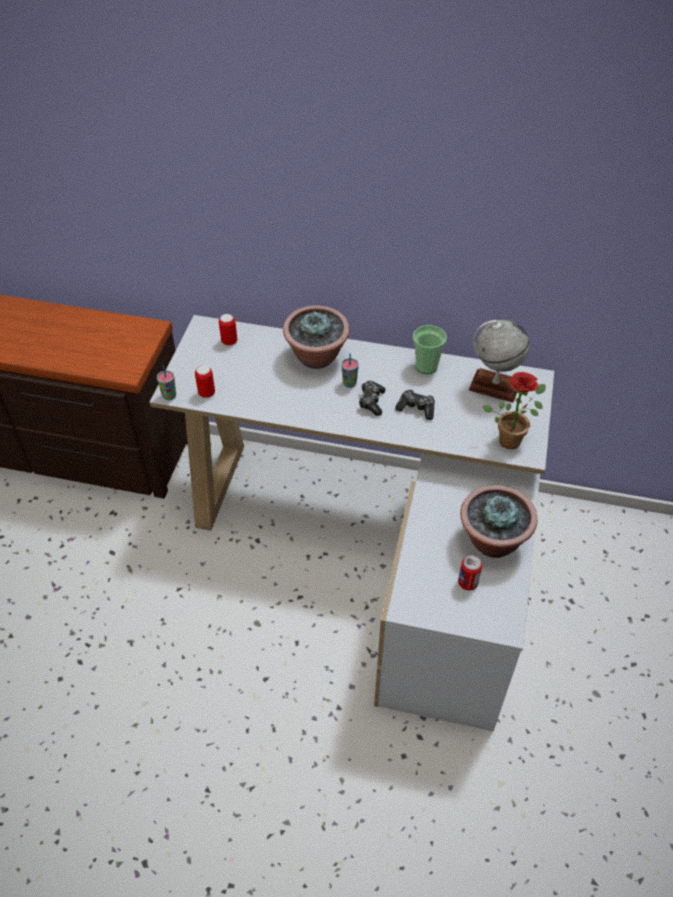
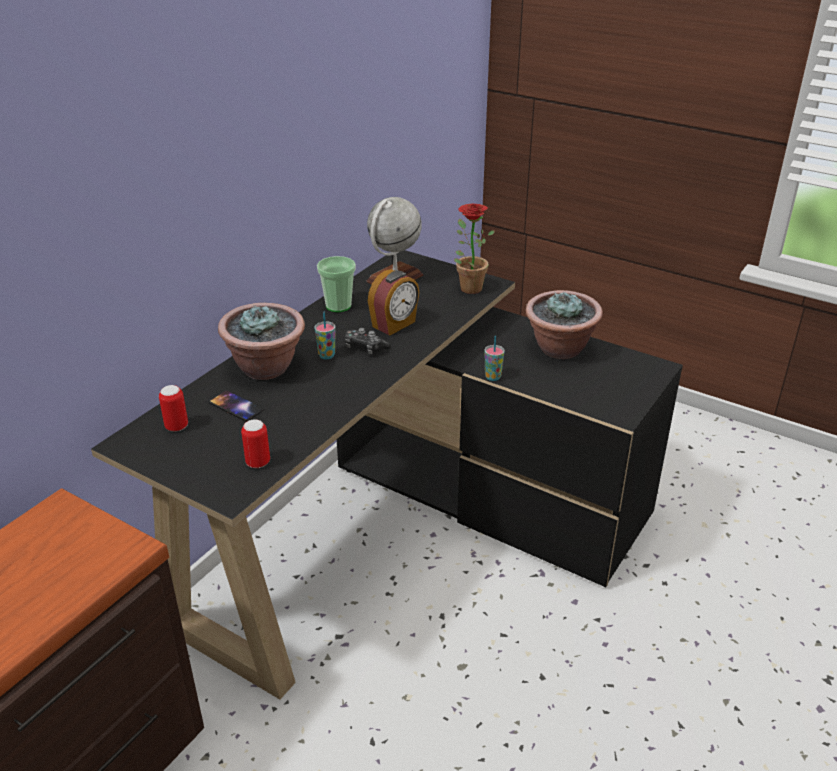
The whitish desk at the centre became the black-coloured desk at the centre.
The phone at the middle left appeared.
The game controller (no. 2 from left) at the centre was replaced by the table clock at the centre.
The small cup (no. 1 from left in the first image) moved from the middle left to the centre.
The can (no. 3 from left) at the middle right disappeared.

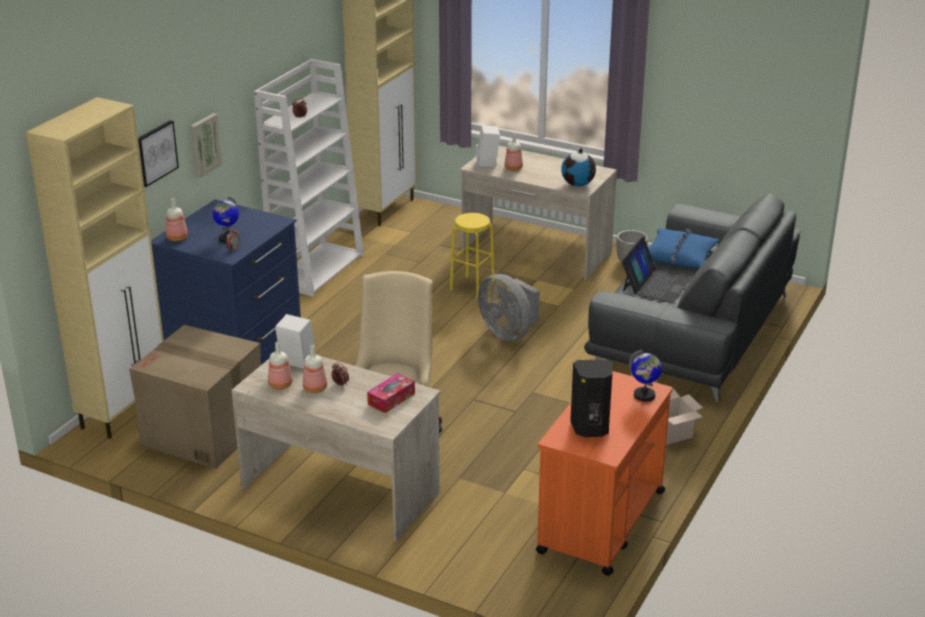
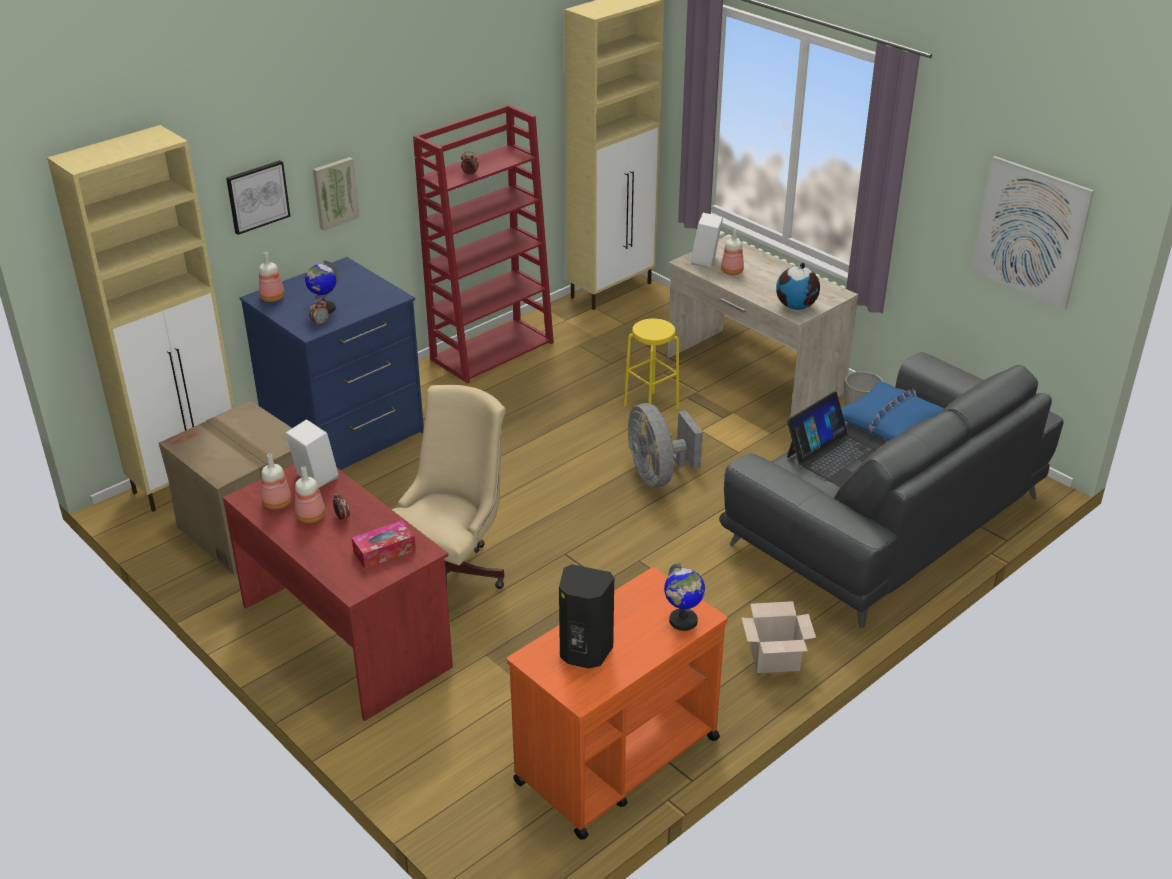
The sand-coloured desk (no. 1 from left) at the bottom centre became the red desk at the bottom left.
The whitish bookcase at the top centre became the red bookcase at the top centre.
The wall picture (no. 3 from left) at the top right appeared.

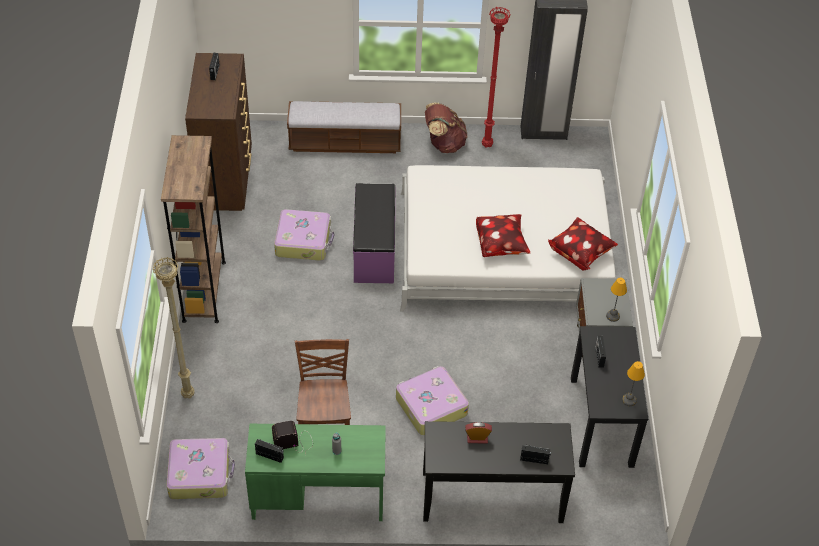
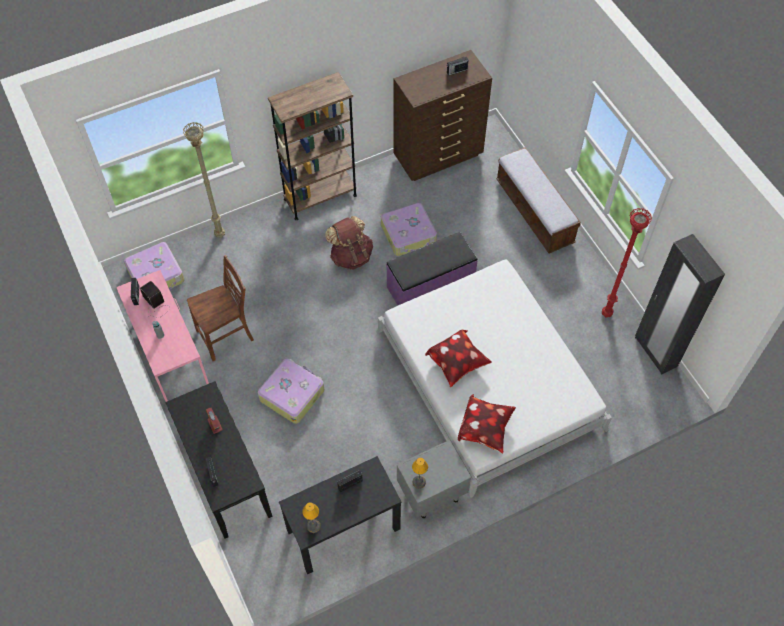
The greenish desk at the bottom centre became the pinkish desk at the middle left.
The brown rucksack moved from the top centre to the centre.

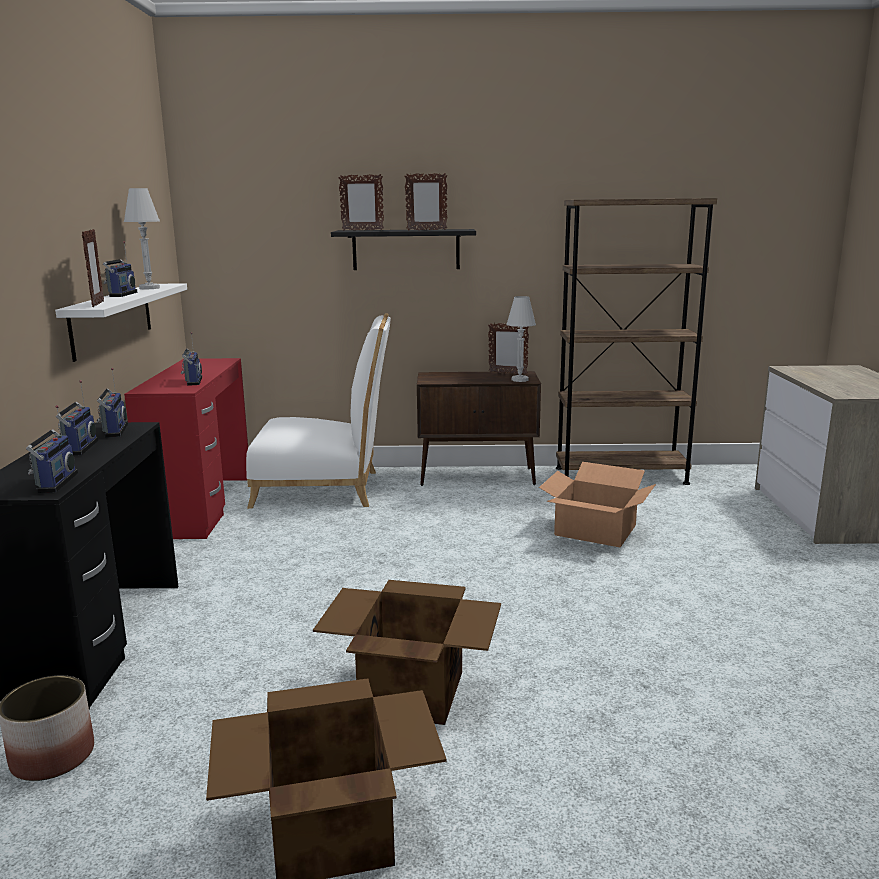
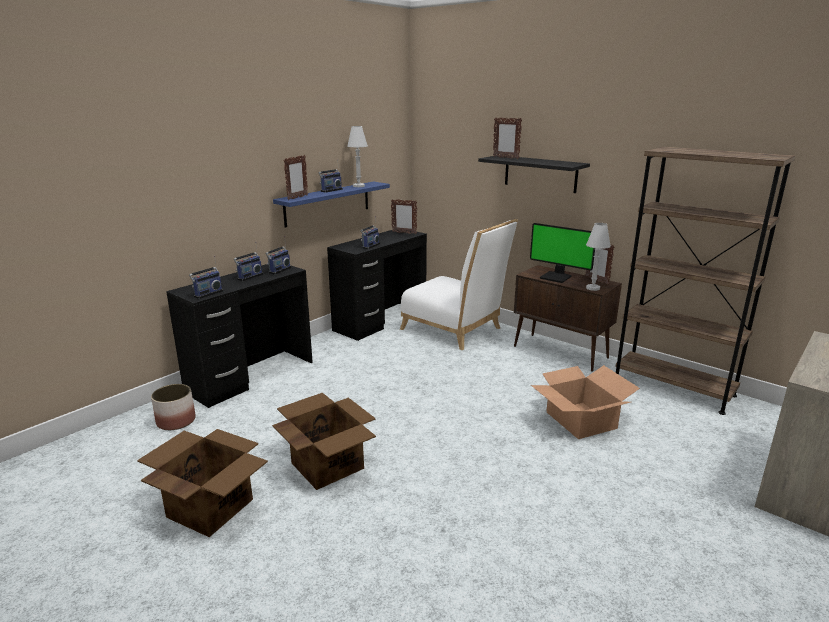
The whitish bracket shelf at the middle left became the bluish bracket shelf at the top centre.
The red desk at the middle left became the black-coloured desk (no. 2 from left) at the centre.
The standing frame (no. 3 from left in the first image) moved from the top centre to the centre.
The computer screen at the middle right appeared.

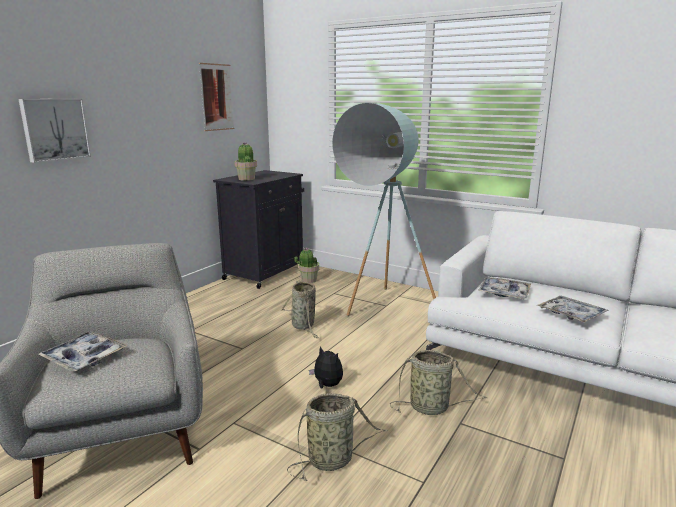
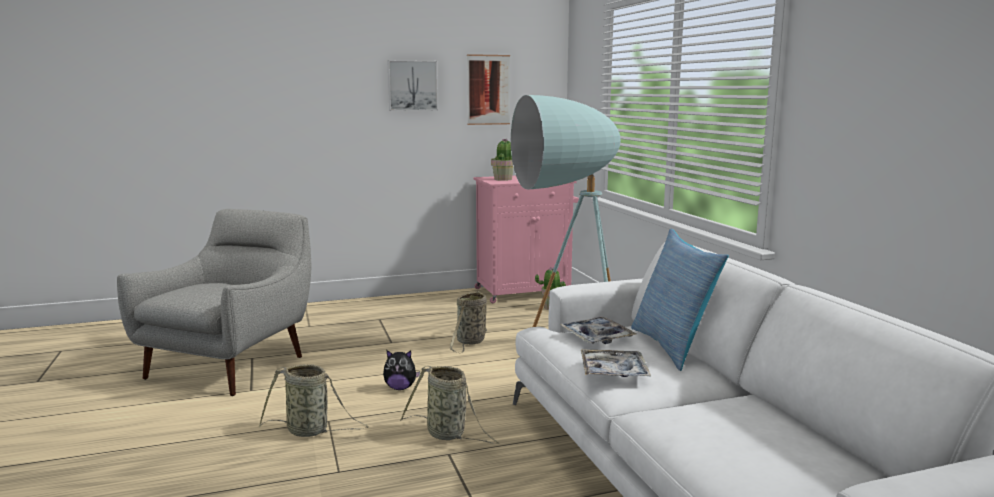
The soft toy at the bottom centre turned 105 degrees clockwise.
The wall picture (no. 1 from left) moved from the top left to the top centre.
The black-coloured cupboard at the centre became the pinkish cupboard at the centre.
The pillow at the middle right appeared.
The serving tray (no. 1 from left) at the bottom left disappeared.

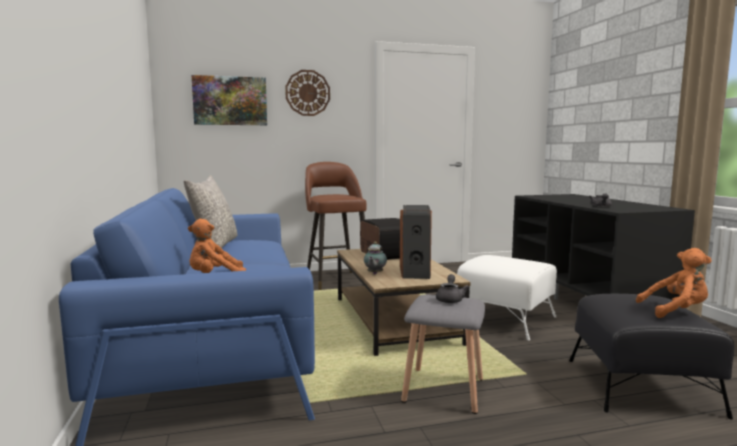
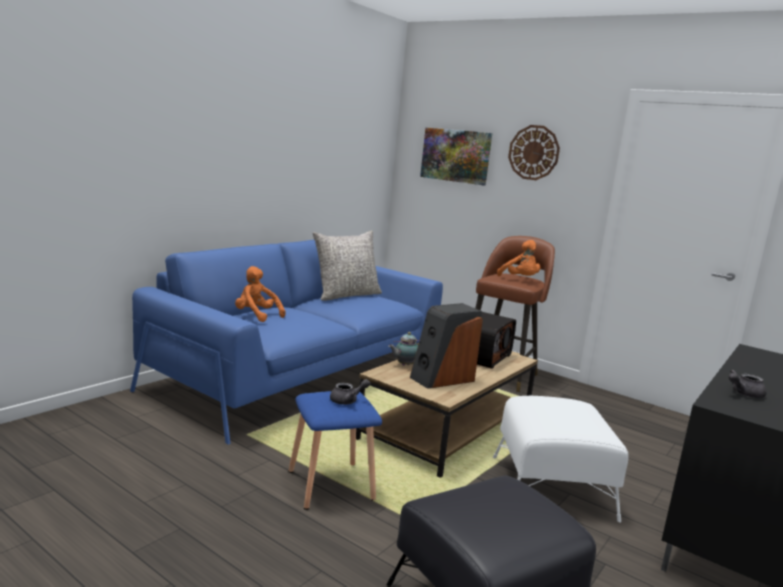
The gray stool at the bottom centre became the bluish stool at the bottom centre.
The orange-coloured soft toy (no. 2 from left) moved from the middle right to the centre.

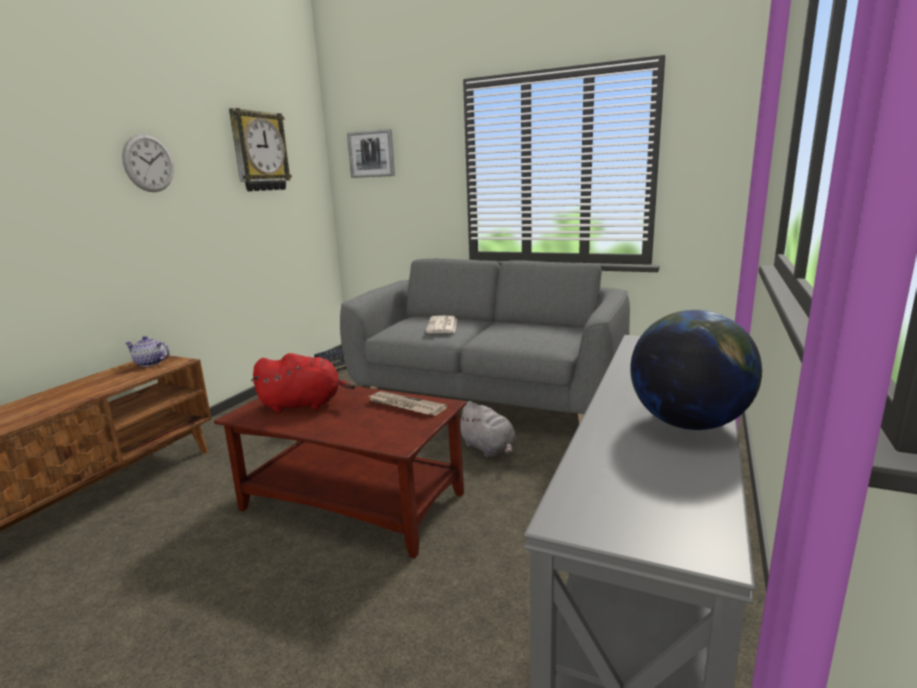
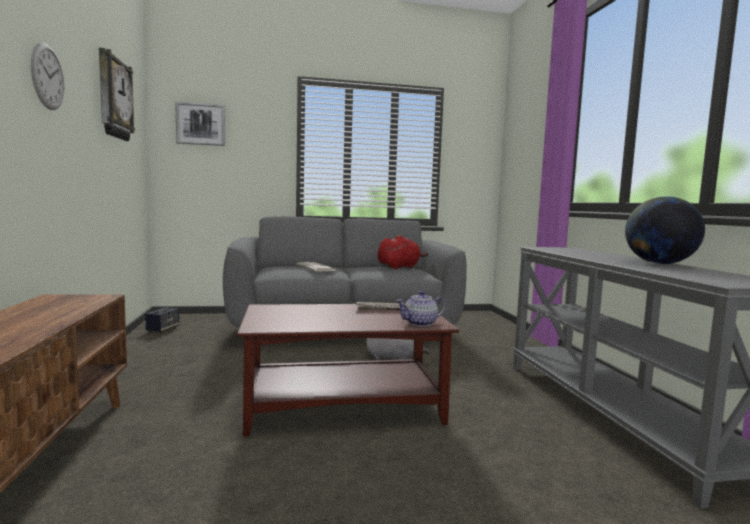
The red soft toy moved from the middle left to the centre.
The pot for tea moved from the middle left to the centre.

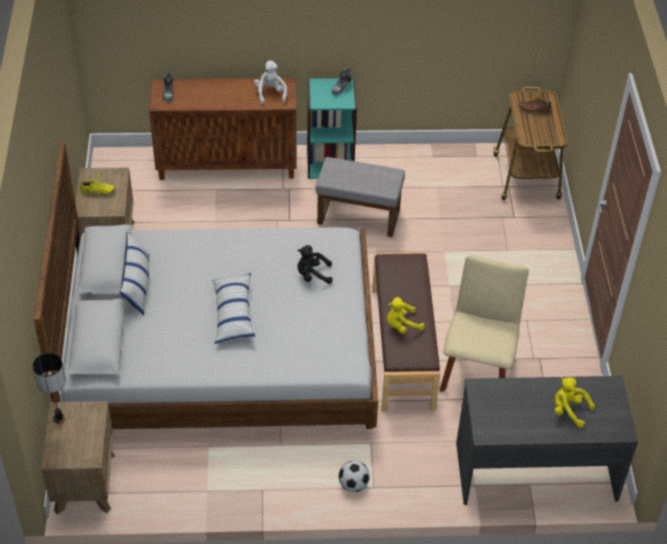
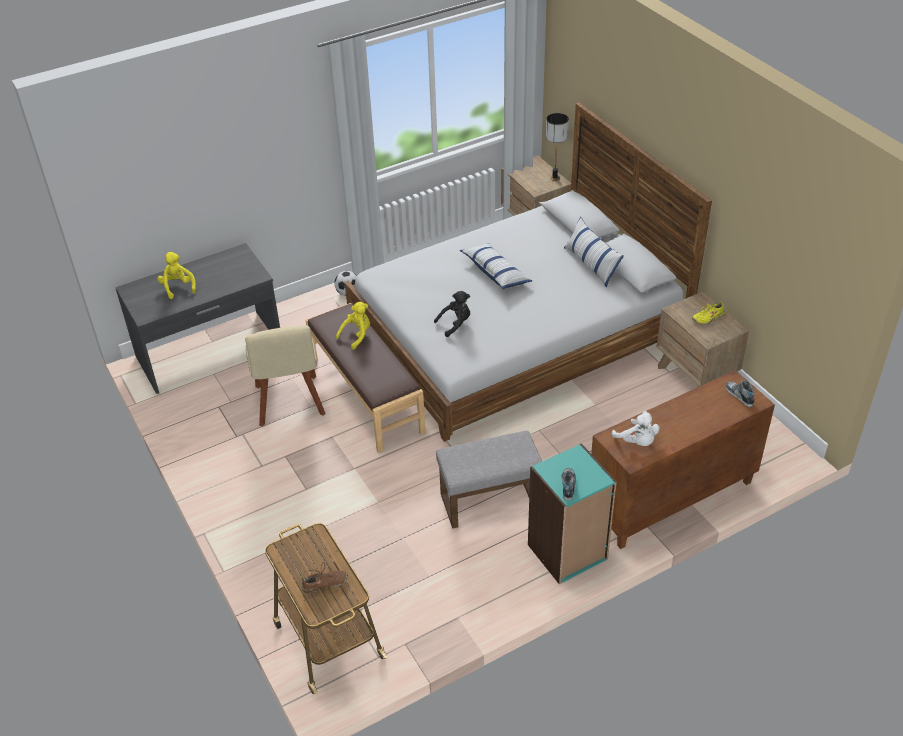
The yellow soft toy (no. 2 from left in the first image) at the bottom right turned 120 degrees counterclockwise.

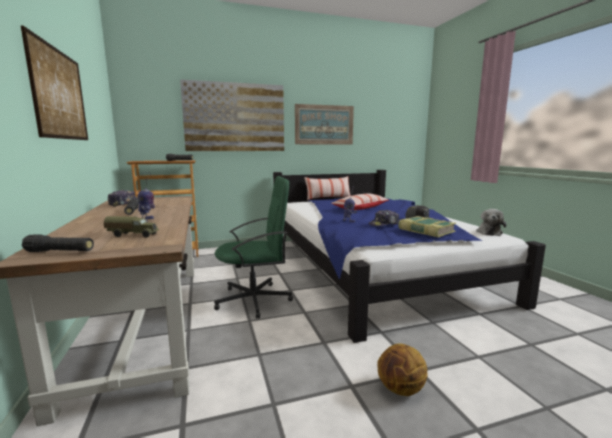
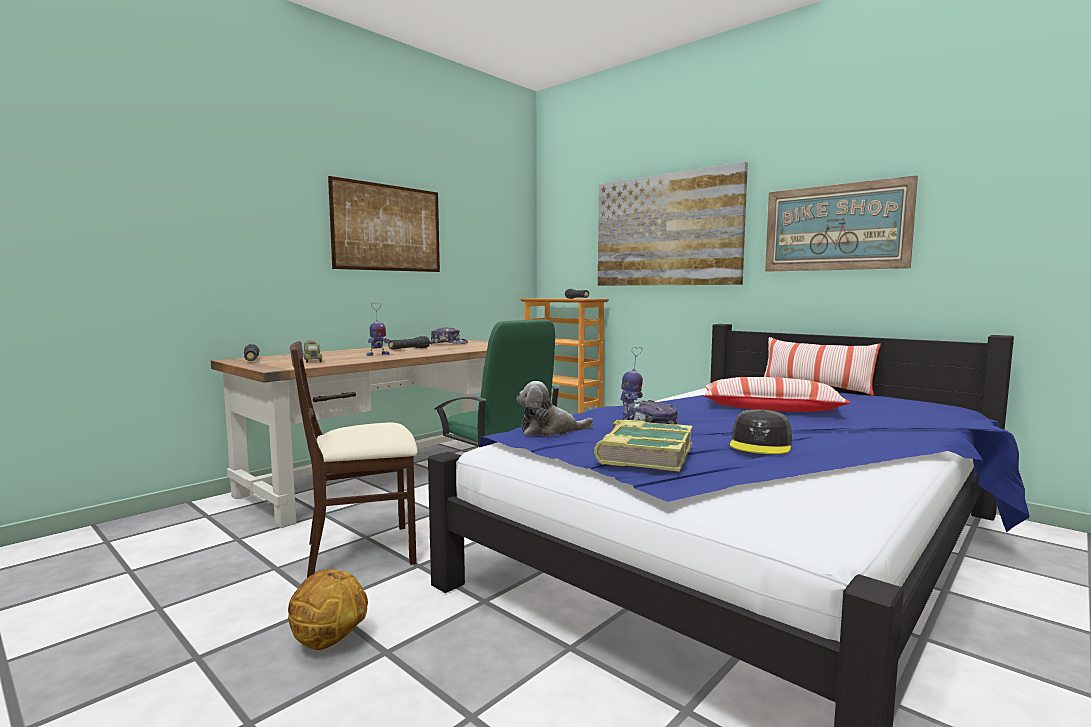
The sand-coloured upright chair at the middle left appeared.
The soft toy moved from the middle right to the centre.

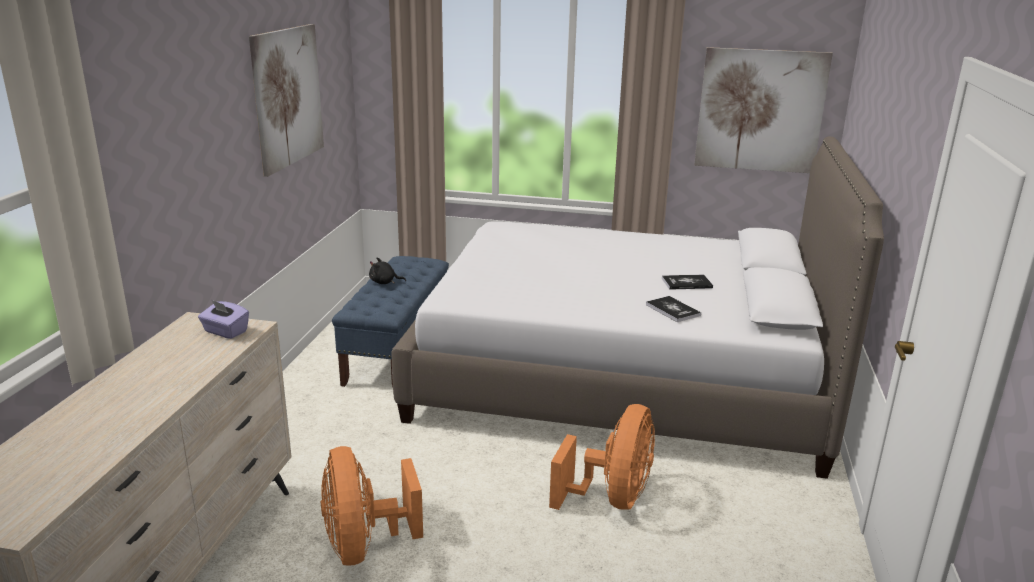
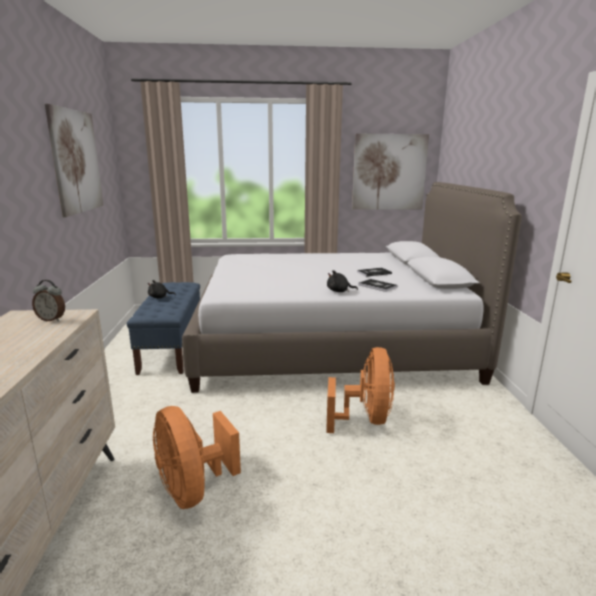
The purplish tissue holder at the middle left was replaced by the table clock at the middle left.
The black-coloured soft toy (no. 2 from left) at the centre appeared.

